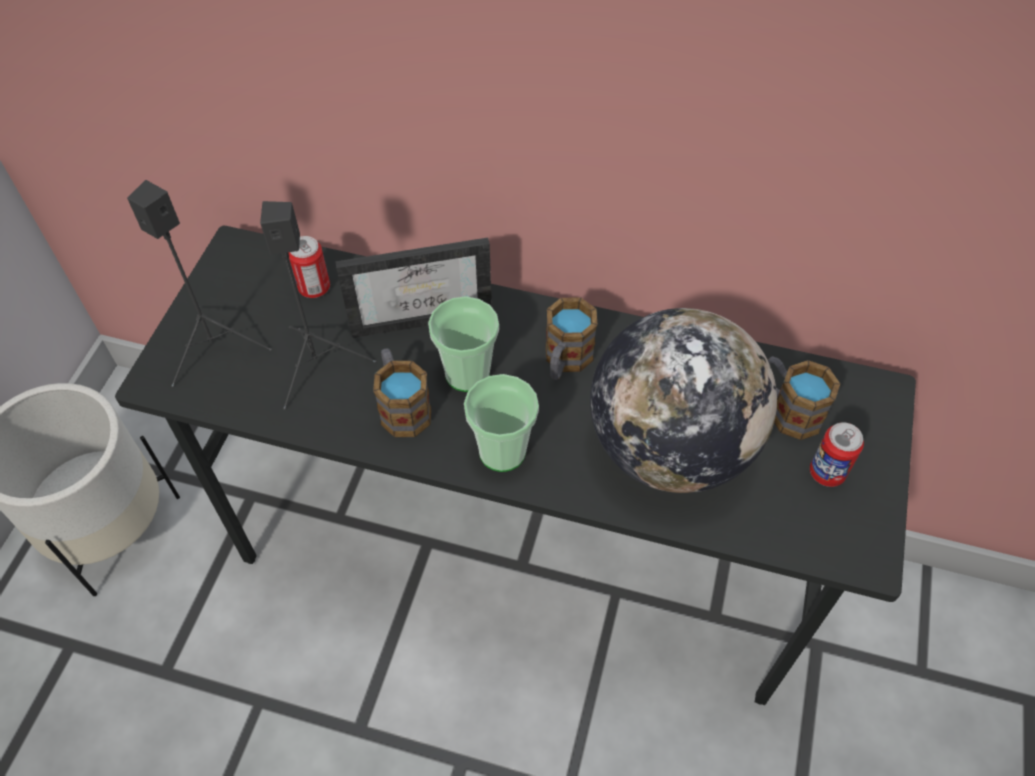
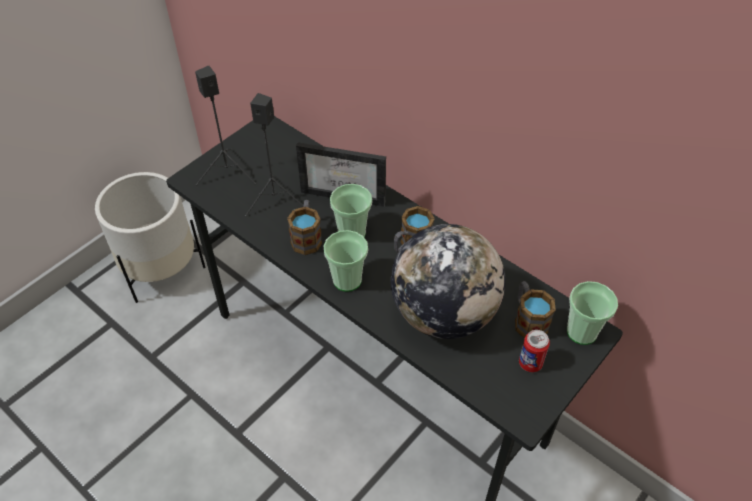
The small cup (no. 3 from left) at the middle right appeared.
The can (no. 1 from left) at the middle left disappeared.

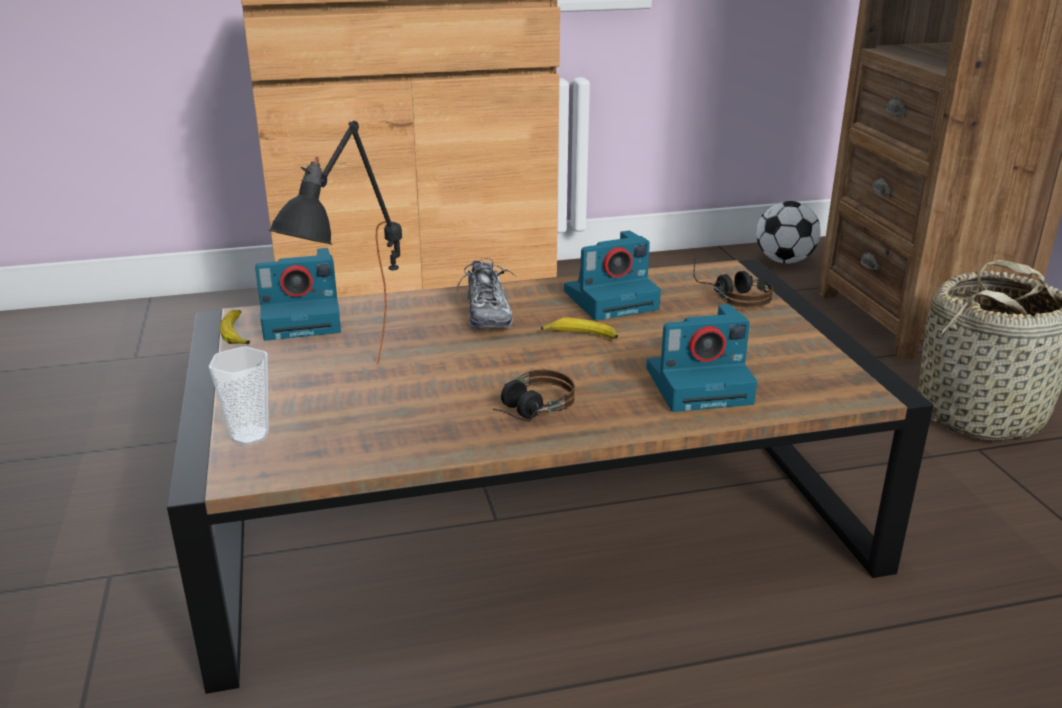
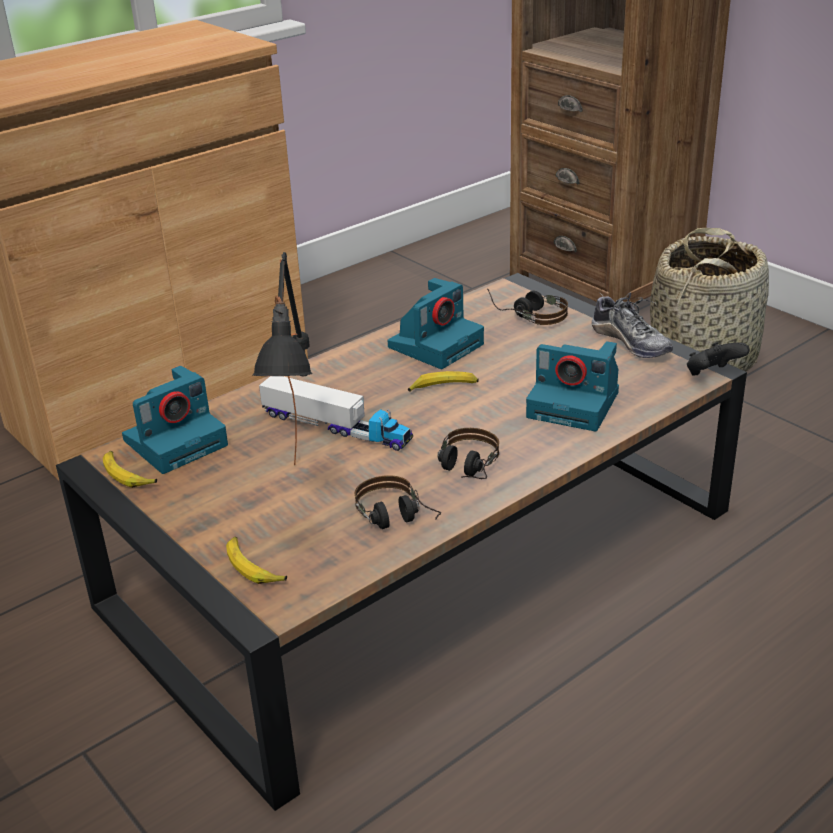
The small cup at the middle left was replaced by the banana (no. 2 from left) at the bottom left.
The model truck at the centre appeared.
The headphones (no. 1 from left) at the centre appeared.
The photo camera (no. 3 from left) at the centre turned 60 degrees clockwise.
The shoe moved from the centre to the middle right.
The black-coloured game controller at the middle right appeared.
The ball for football at the top right disappeared.

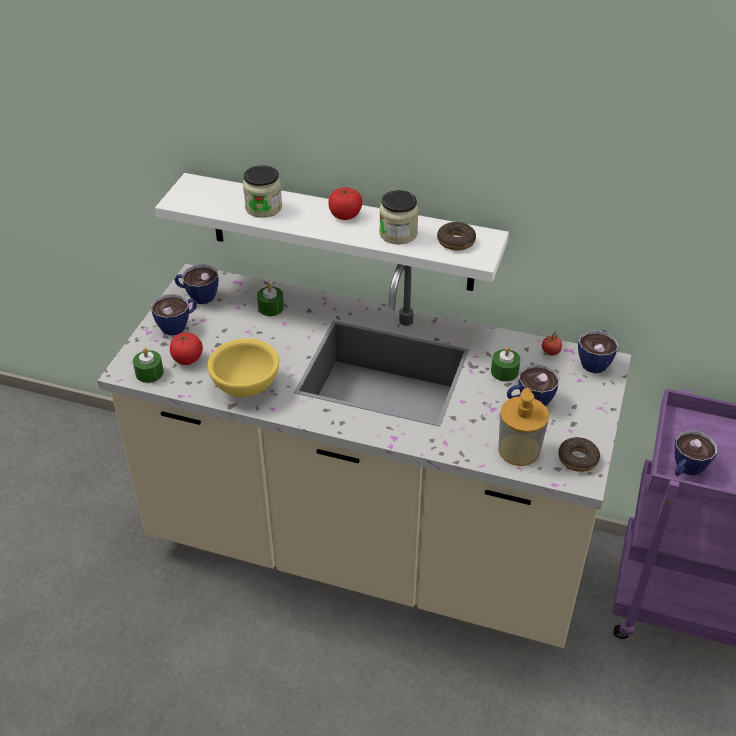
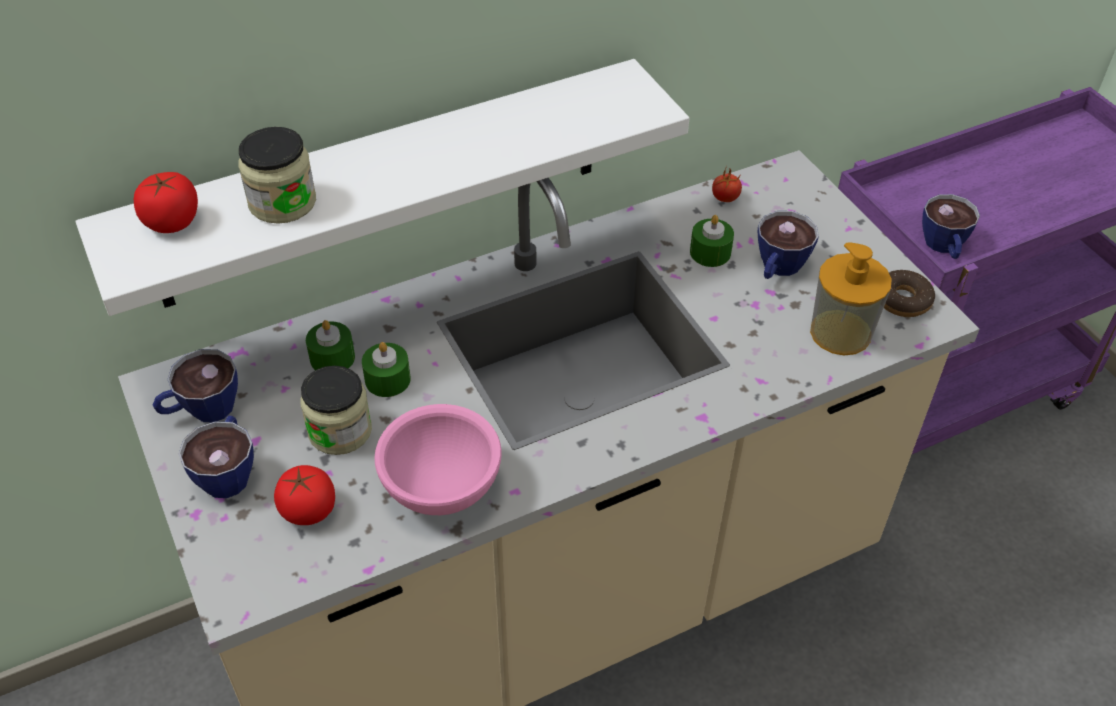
The tomato (no. 2 from left in the first image) moved from the top centre to the top left.
The preserve jar (no. 2 from left) moved from the top centre to the middle left.
The greenish wax light (no. 1 from left in the first image) moved from the middle left to the centre.
The yellow serving bowl at the middle left became the pinkish serving bowl at the centre.
The donut (no. 1 from left) at the top centre disappeared.
The small cup (no. 4 from left) at the middle right disappeared.

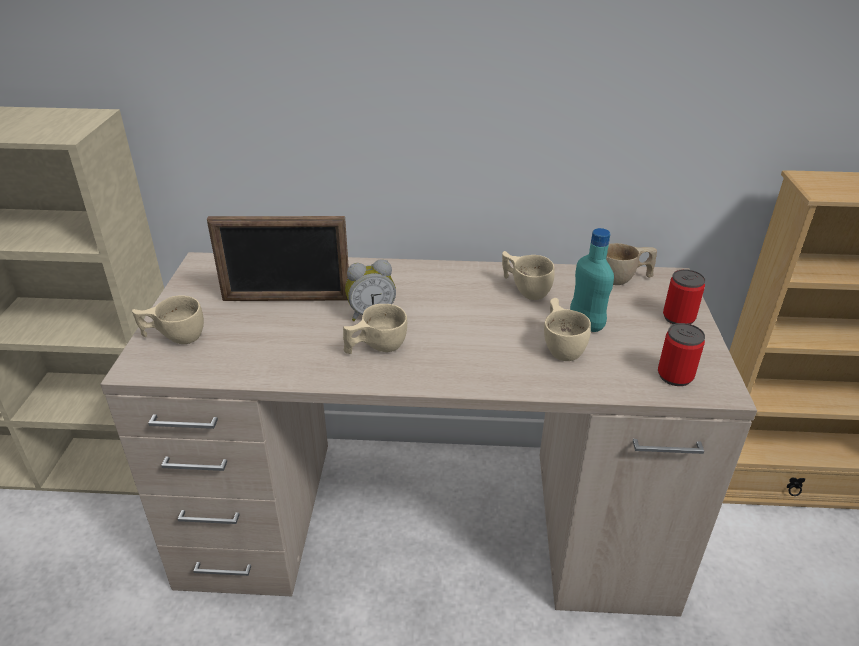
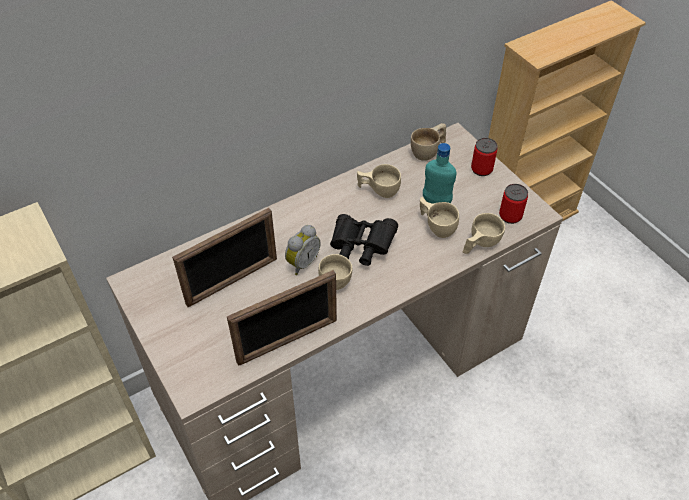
The standing frame (no. 2 from left) at the centre appeared.
The black-coloured field glasses at the centre appeared.
The sand-coloured small cup (no. 1 from left in the first image) moved from the middle left to the middle right.

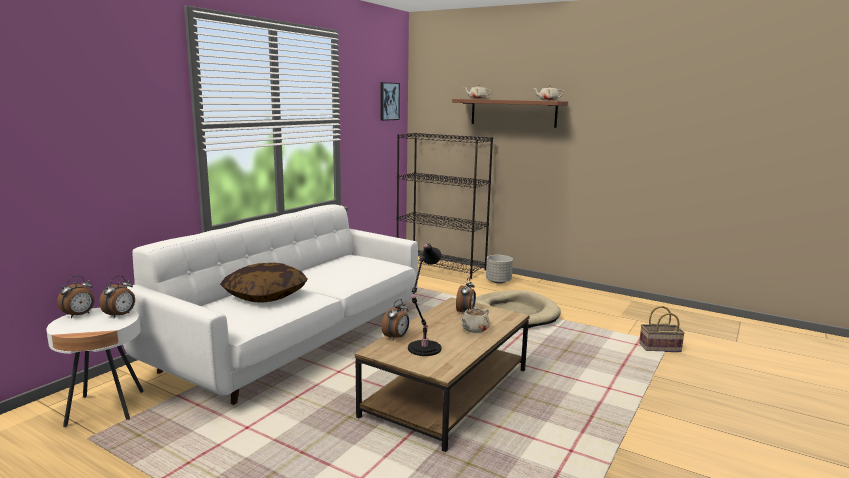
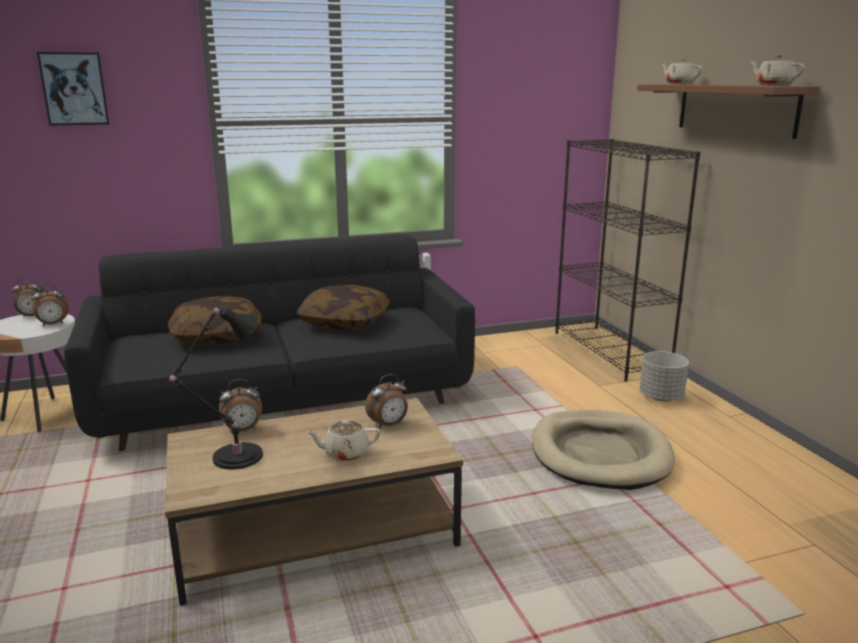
The wall picture moved from the top centre to the top left.
The whitish couch at the middle left became the black-coloured couch at the middle left.
The pillow (no. 2 from left) at the centre appeared.
The storage basket at the bottom right disappeared.

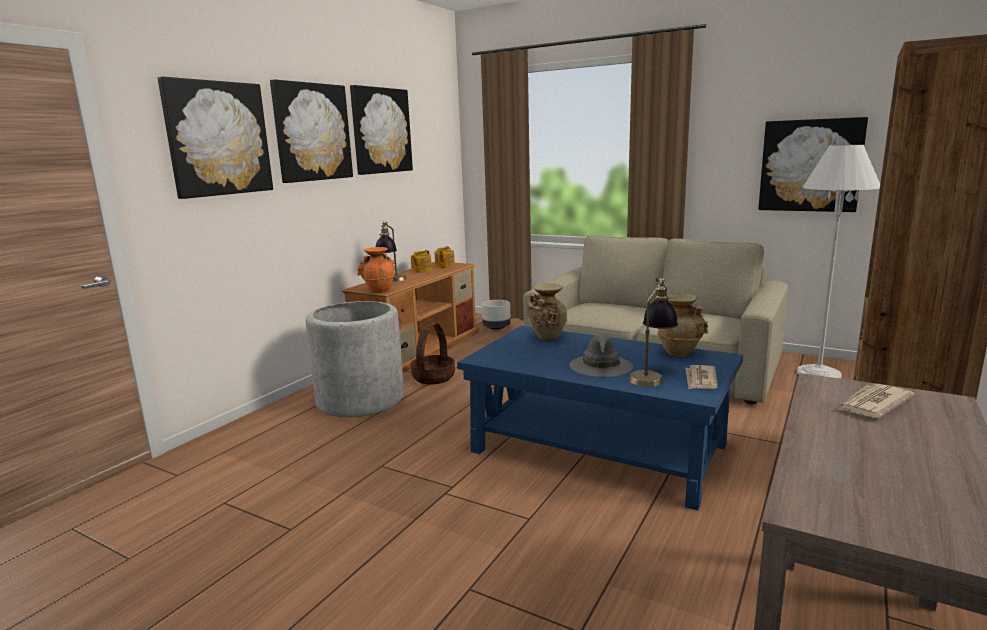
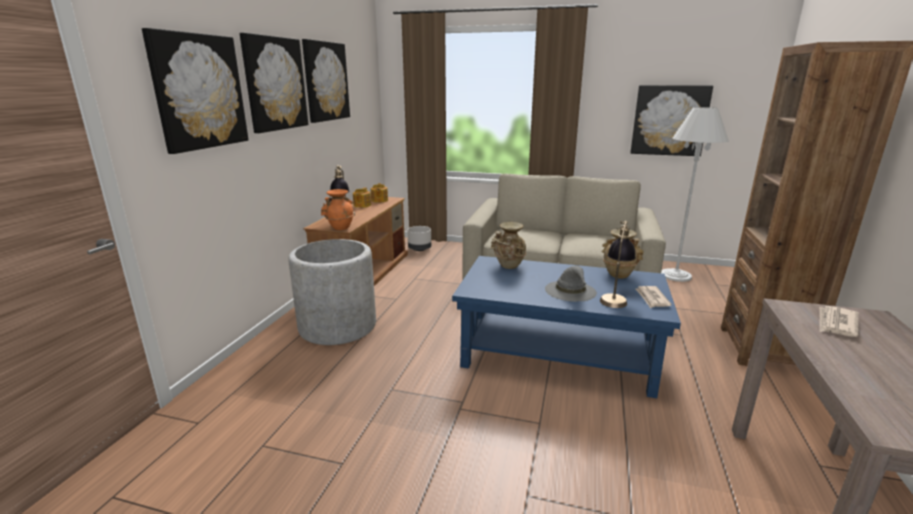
The storage basket at the centre disappeared.

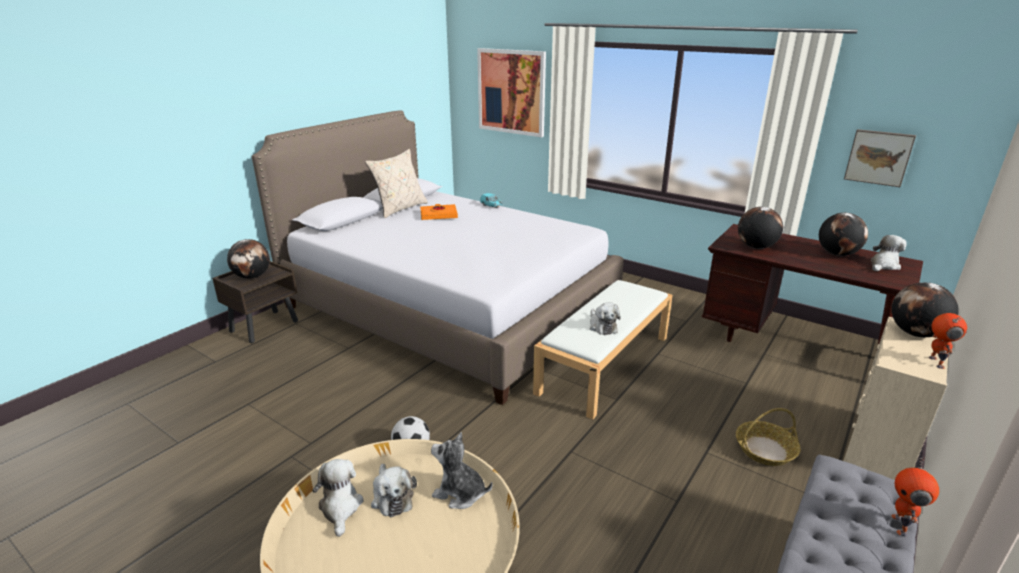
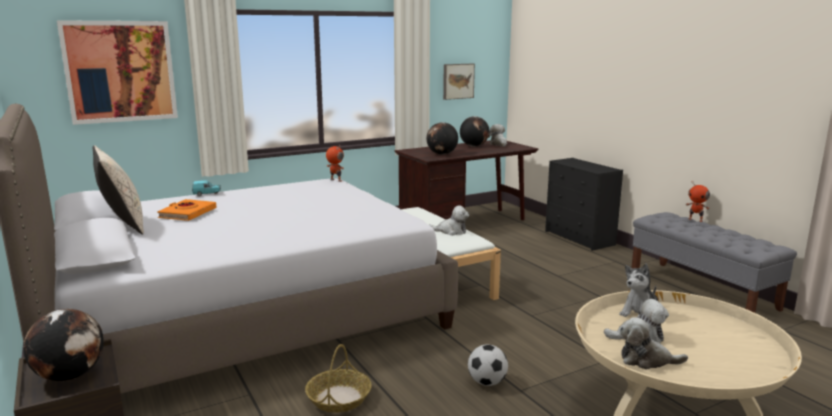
The storage basket moved from the bottom right to the bottom centre.
The robot figure (no. 2 from left in the first image) moved from the middle right to the centre.
The sand-coloured dresser at the bottom right became the black-coloured dresser at the middle right.
The globe (no. 4 from left) at the middle right disappeared.

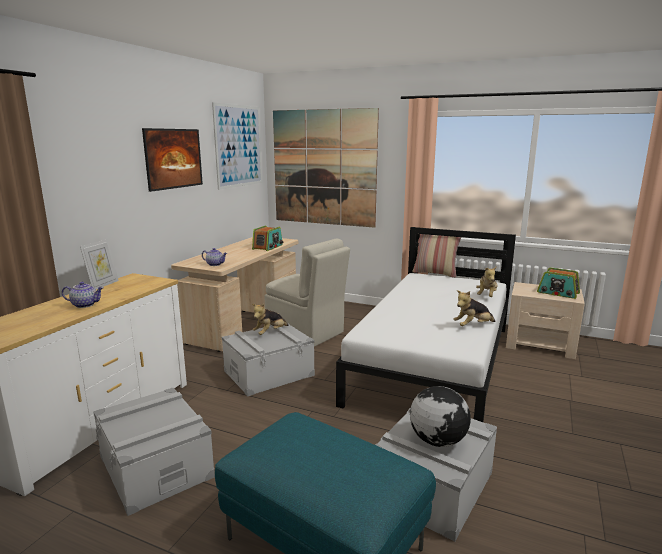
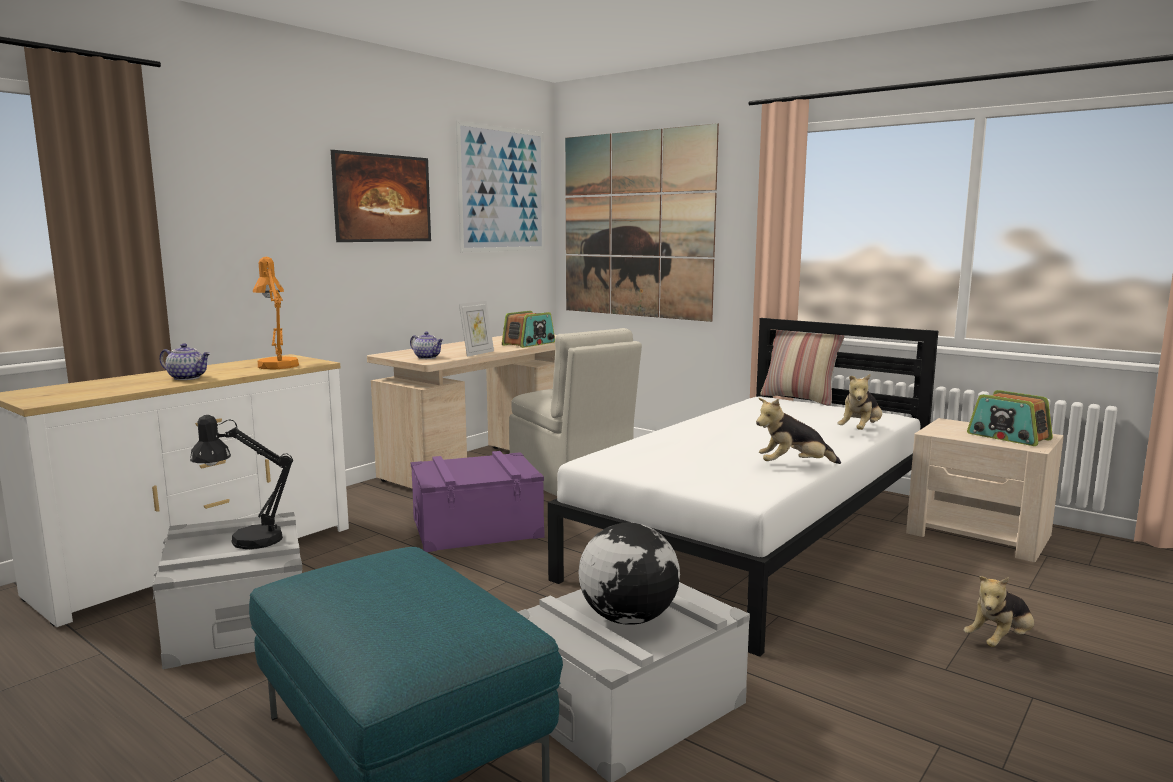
The black-coloured table lamp at the middle left appeared.
The orange-coloured table lamp at the middle left appeared.
The gray storage bin (no. 2 from left) at the centre became the purplish storage bin at the centre.
The standing frame moved from the middle left to the centre.
The soft toy (no. 1 from left in the first image) moved from the centre to the bottom right.

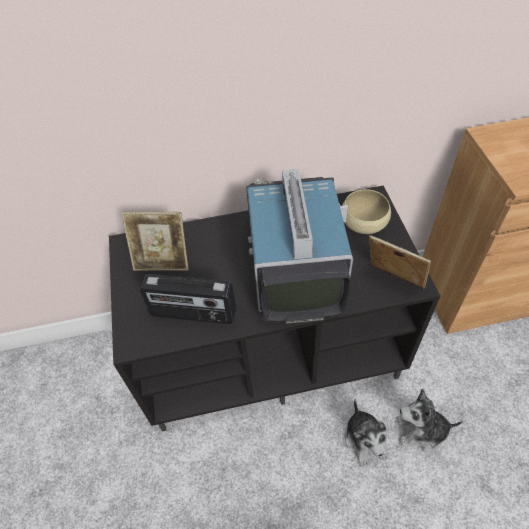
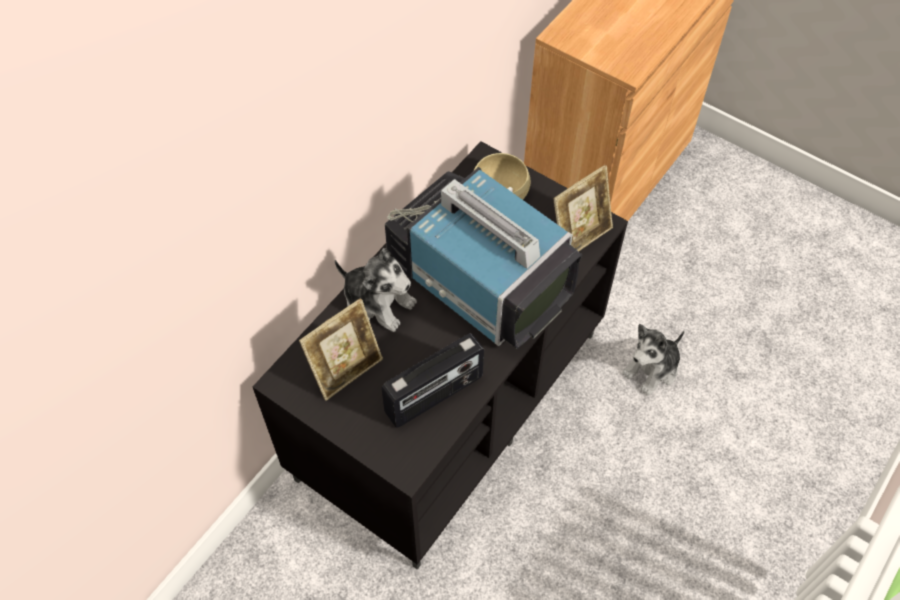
The soft toy (no. 1 from left) moved from the bottom right to the centre.
The standing frame (no. 2 from left) at the middle right turned 150 degrees clockwise.

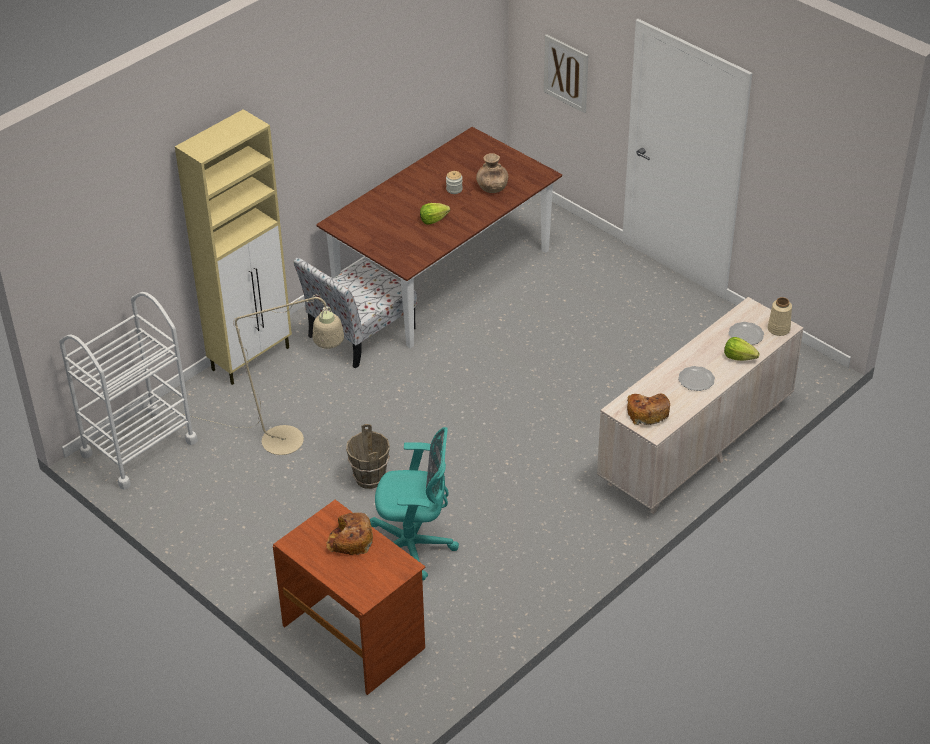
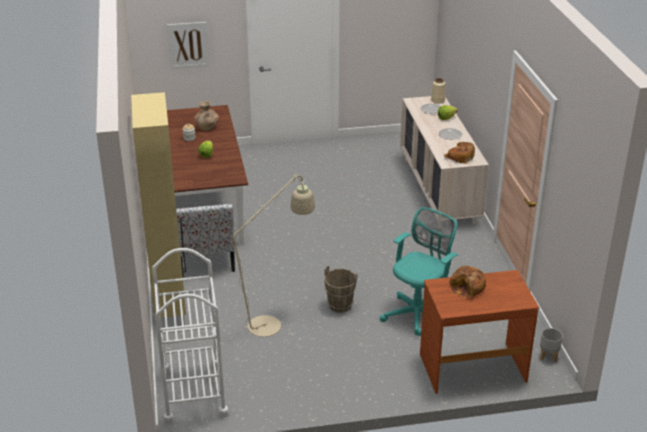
The gray flower pot at the bottom right appeared.

